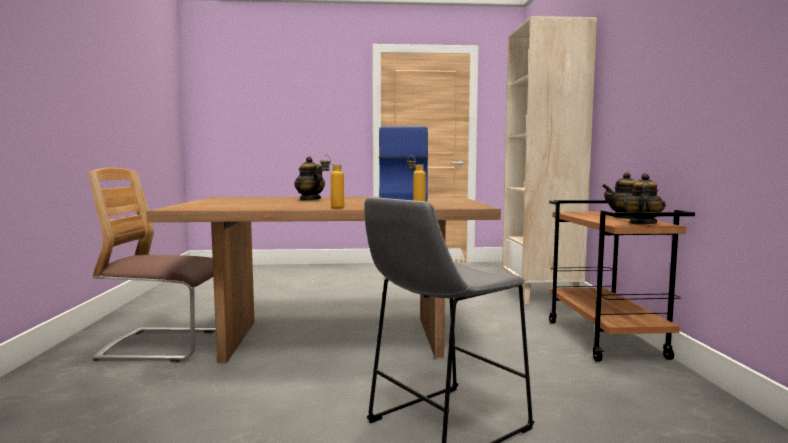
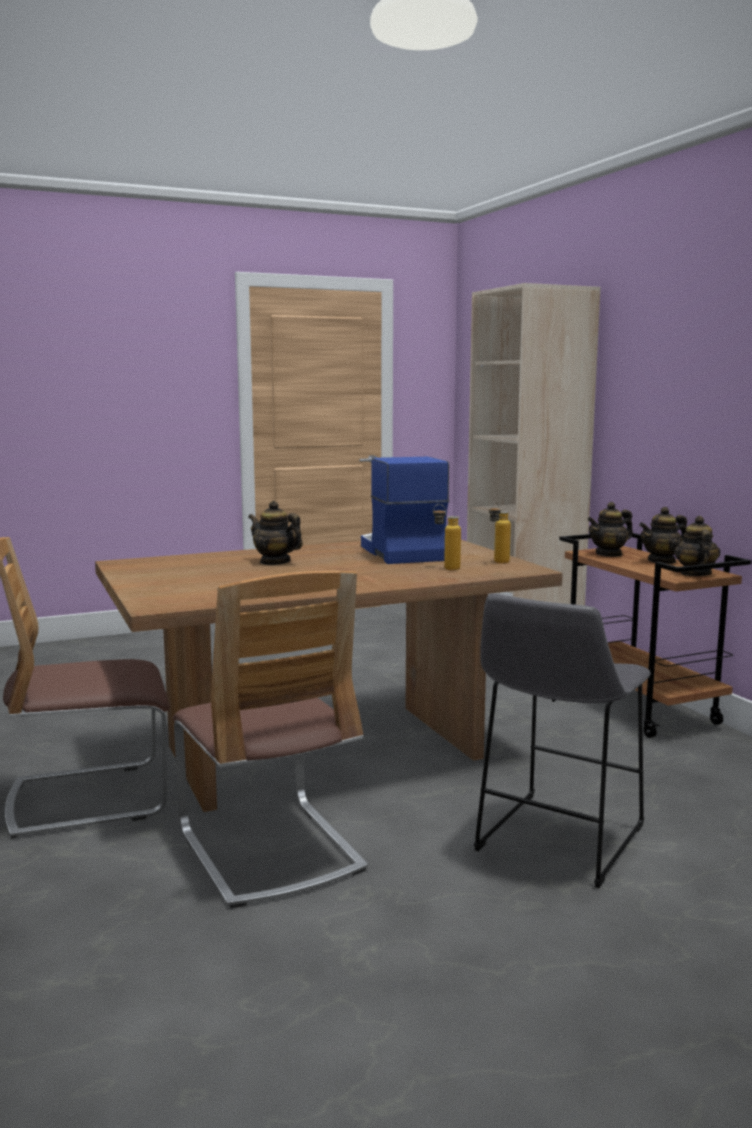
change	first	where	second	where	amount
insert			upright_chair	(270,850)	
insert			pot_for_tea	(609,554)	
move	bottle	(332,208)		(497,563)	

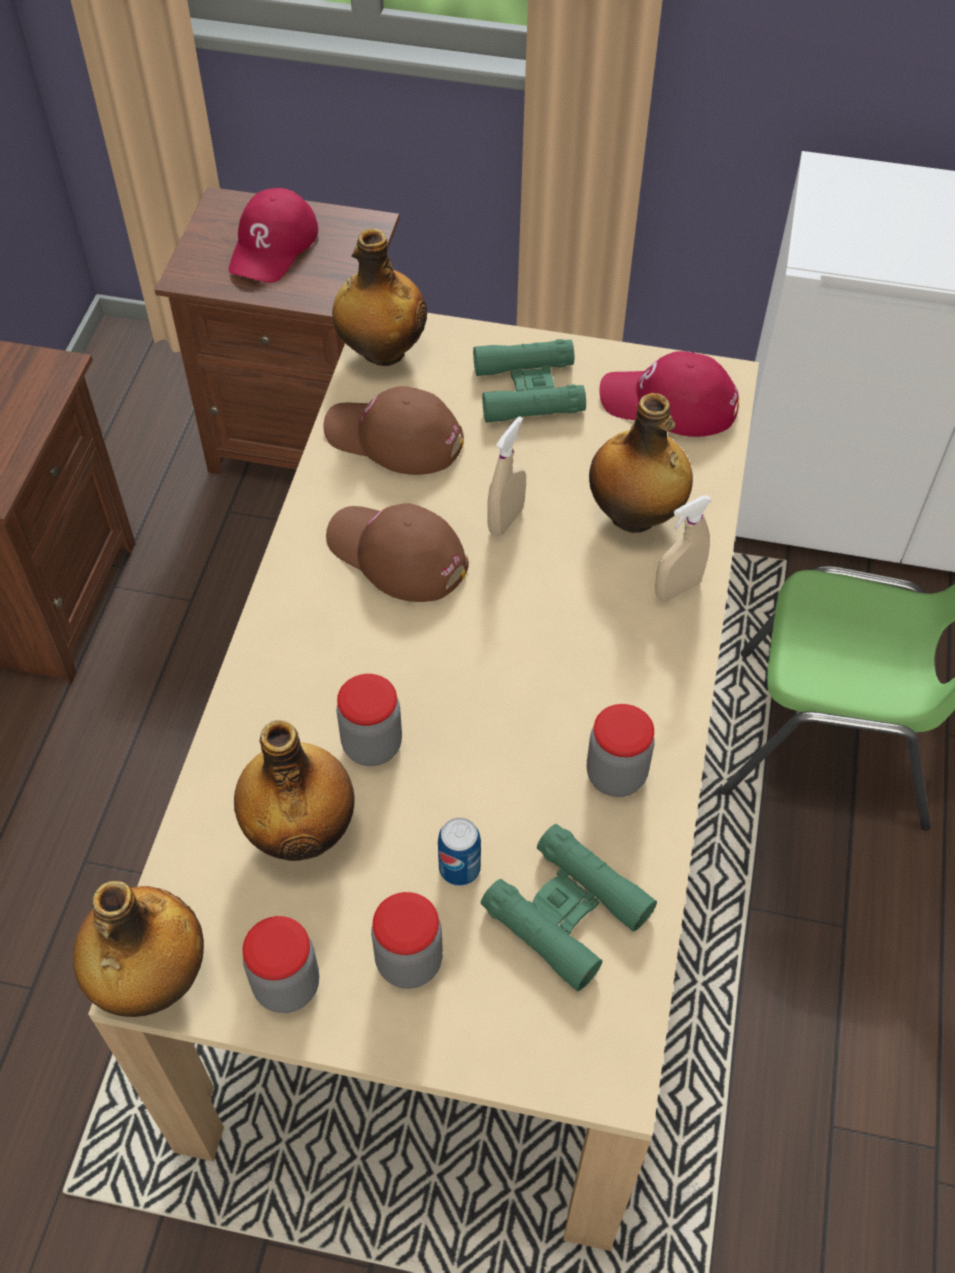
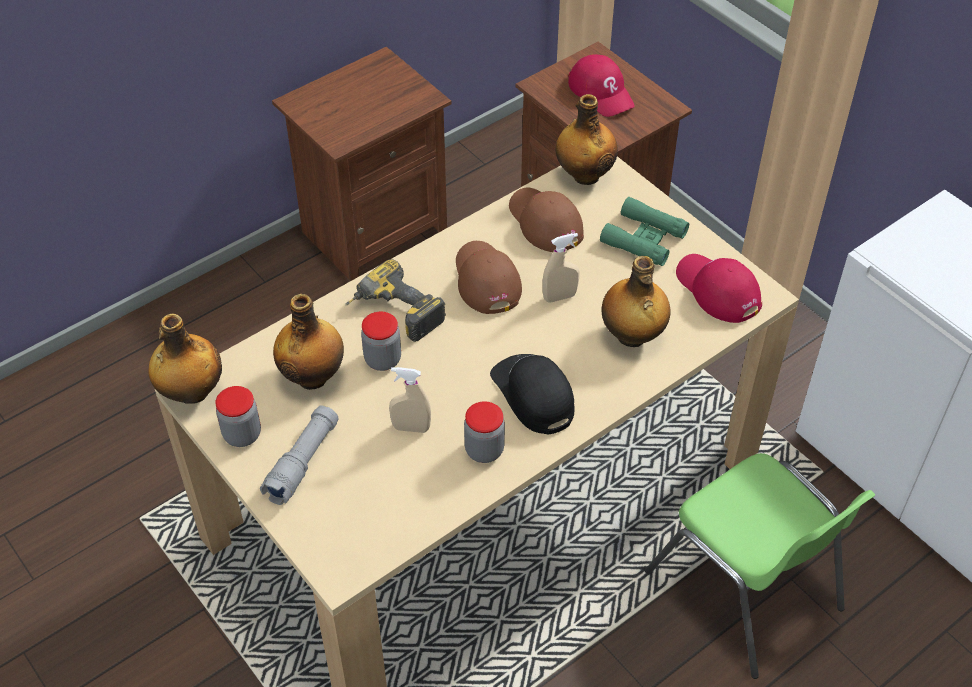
change	first	where	second	where	amount
delete	metal_can	(459,868)			
delete	green_pair_of_binoculars	(566,912)			
insert			power_drill	(393,314)	
insert			blackish_baseball_cap	(533,395)	
move	beige_sprayer	(677,589)		(411,428)	
replace	jar	(409,961)	grey_torch	(302,462)	
rotate	reddish_baseball_cap	(273,246)		(601,92)	90 degrees counterclockwise

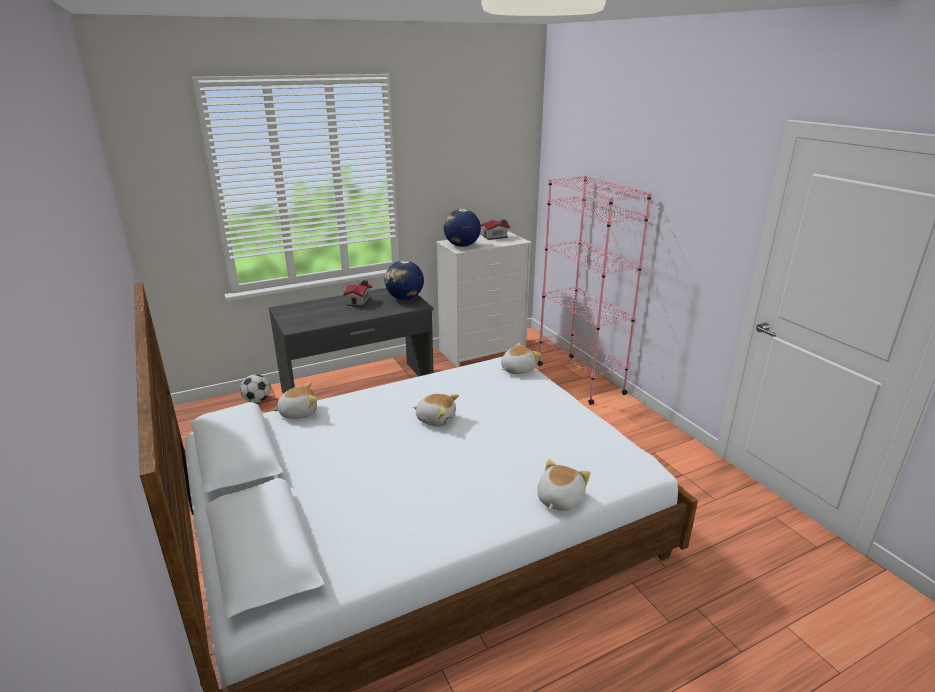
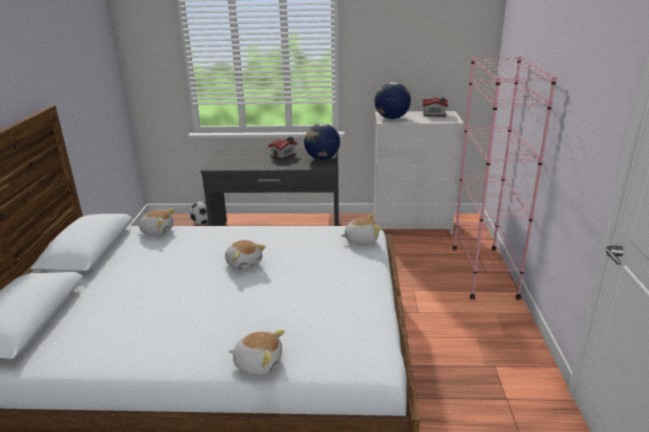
change	first	where	second	where	amount
rotate	plush_toy	(558,499)		(258,363)	45 degrees clockwise

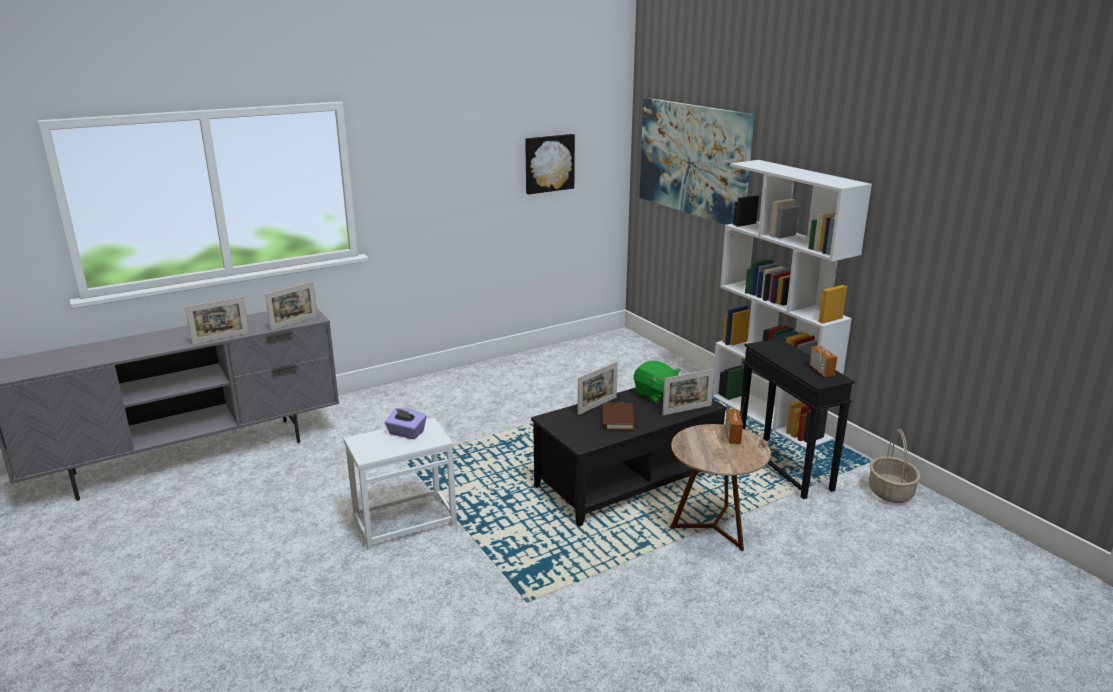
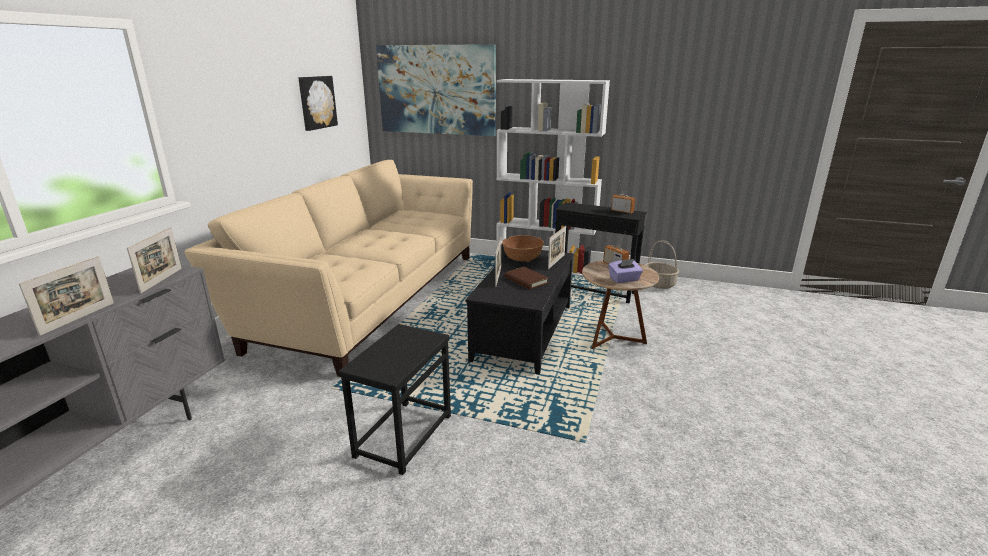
change	first	where	second	where	amount
insert			beige_couch	(369,296)	
move	purple-coloured_box_of_tissues	(406,433)		(624,279)	
replace	green_plush_toy	(656,395)	brownish_deep_dish	(522,259)	
recolor	whitish_side_table	(405,521)	blackish_side_table	(403,435)	

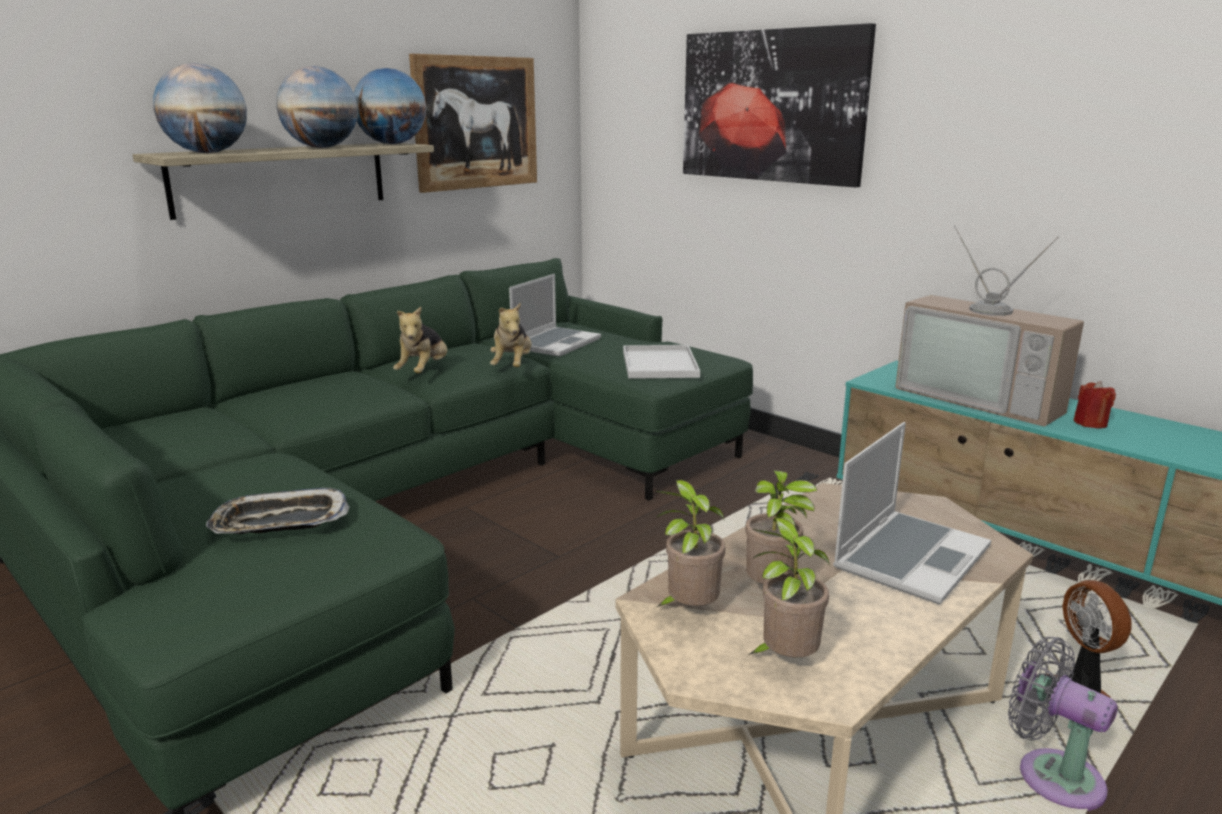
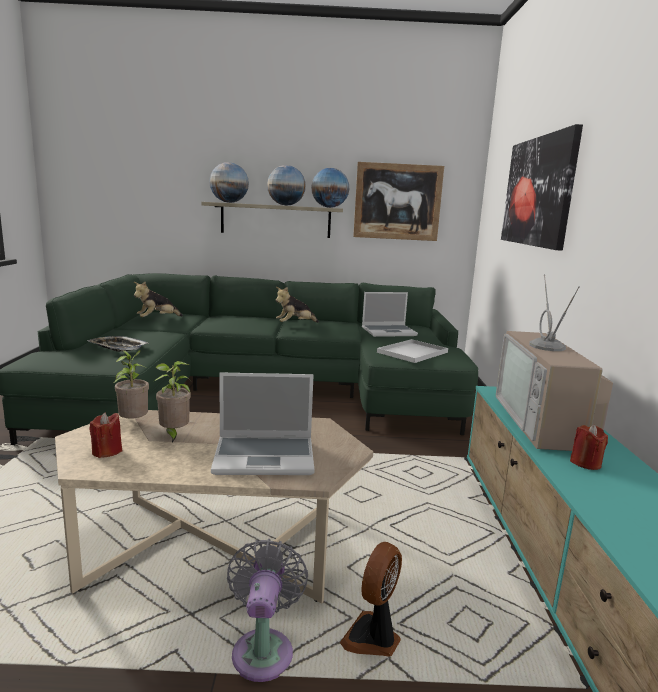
change	first	where	second	where	amount
move	plush_toy	(512,366)		(157,319)	
replace	potted_plant	(785,660)	reddish_candle	(107,451)	

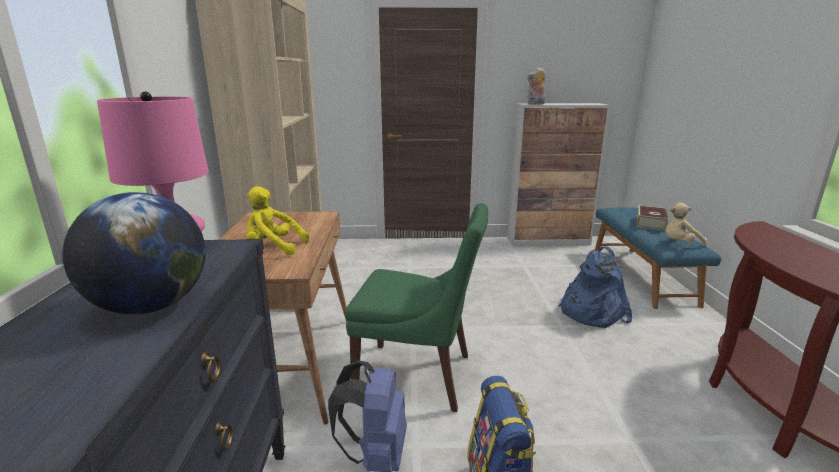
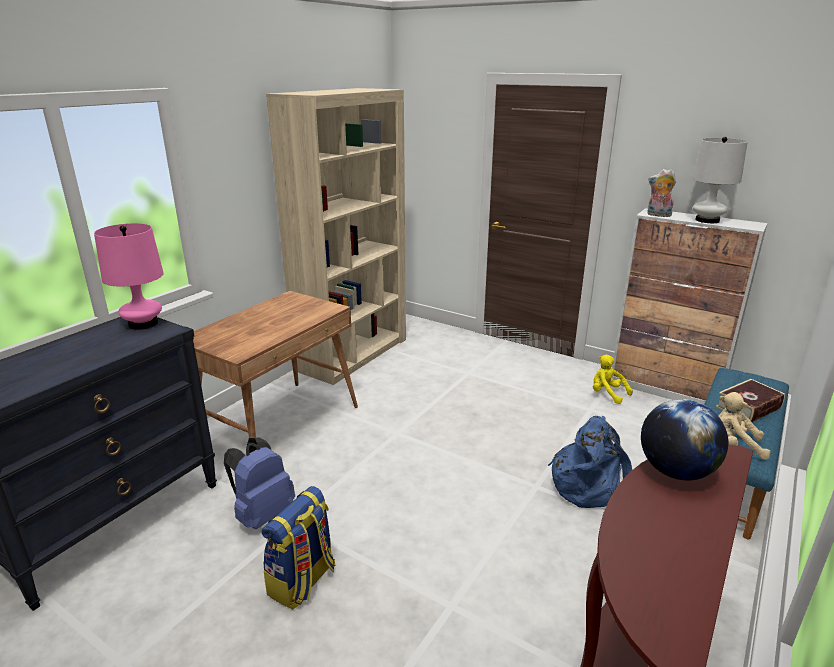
change	first	where	second	where	amount
delete	green_upright_chair	(418,376)			
insert			whitish_table_lamp	(707,220)	
move	world_globe	(151,306)		(675,471)	
move	yellowish_plush_toy	(273,248)		(607,394)	

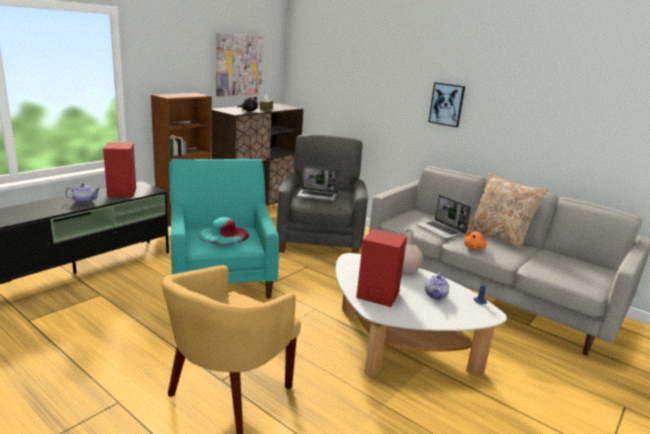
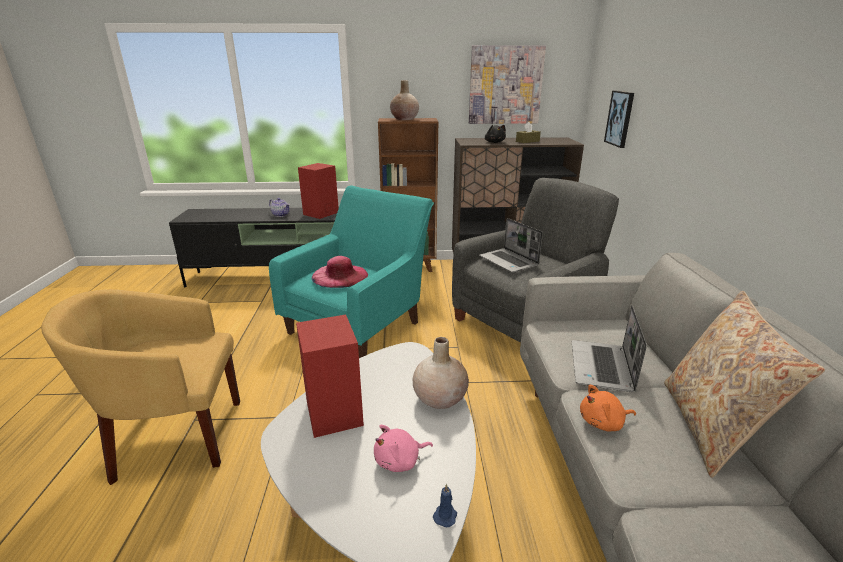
change	first	where	second	where	amount
insert			beige_flower_vase	(405,119)	
move	wall_art	(446,104)		(620,118)	
replace	pot_for_tea	(436,296)	pink_plush_toy	(400,461)	
recolor	blue-green_wearable_hat	(224,234)	pink_wearable_hat	(340,275)	

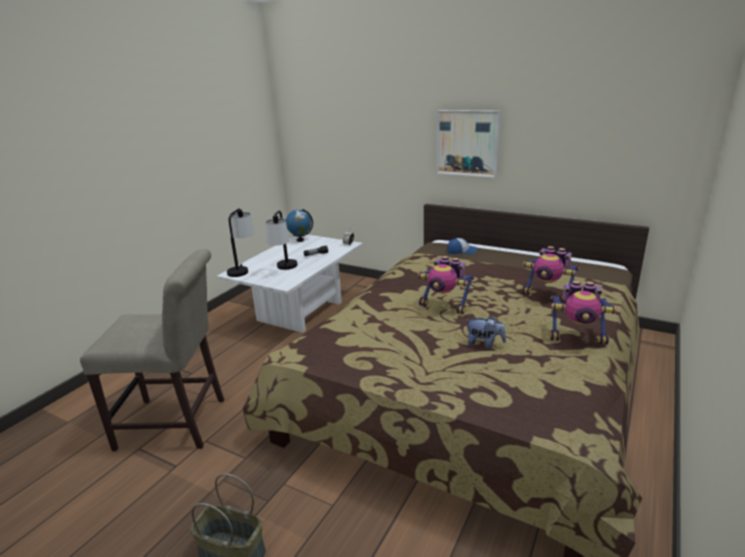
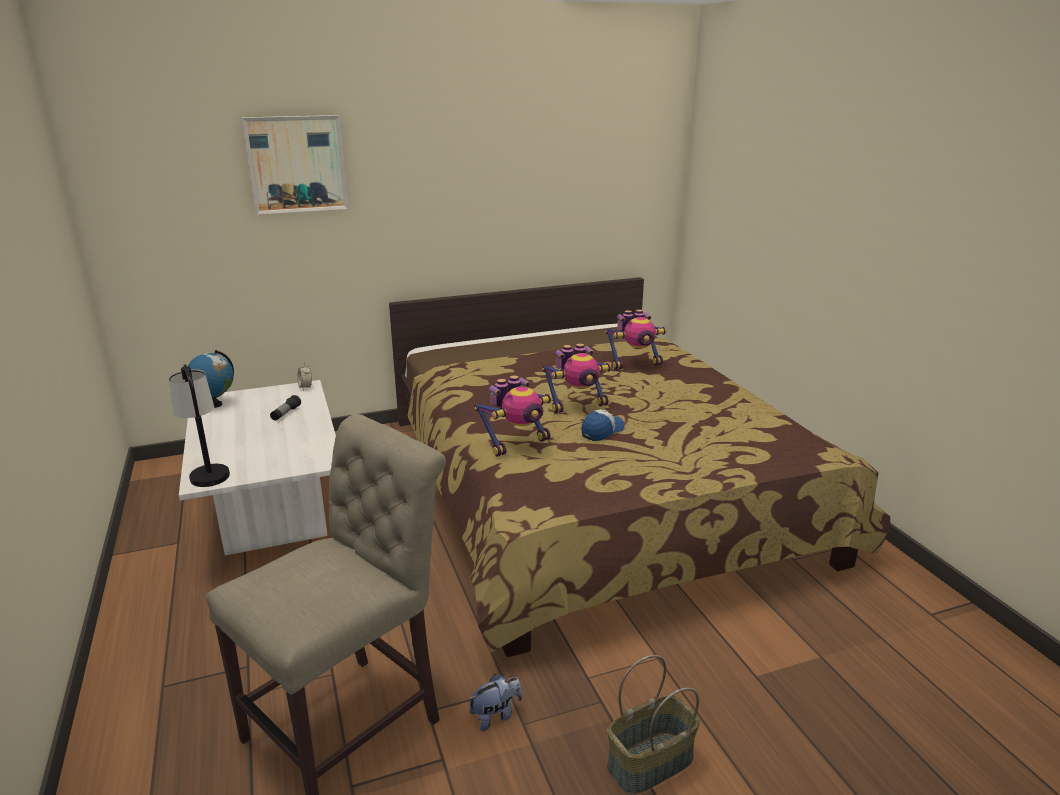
change	first	where	second	where	amount
delete	table_lamp	(285,269)			
move	wall_art	(467,143)		(297,164)	
move	baseball_cap	(461,252)		(602,431)	
move	plush_toy	(484,344)		(496,715)	
move	toy_robot	(577,337)		(517,443)	

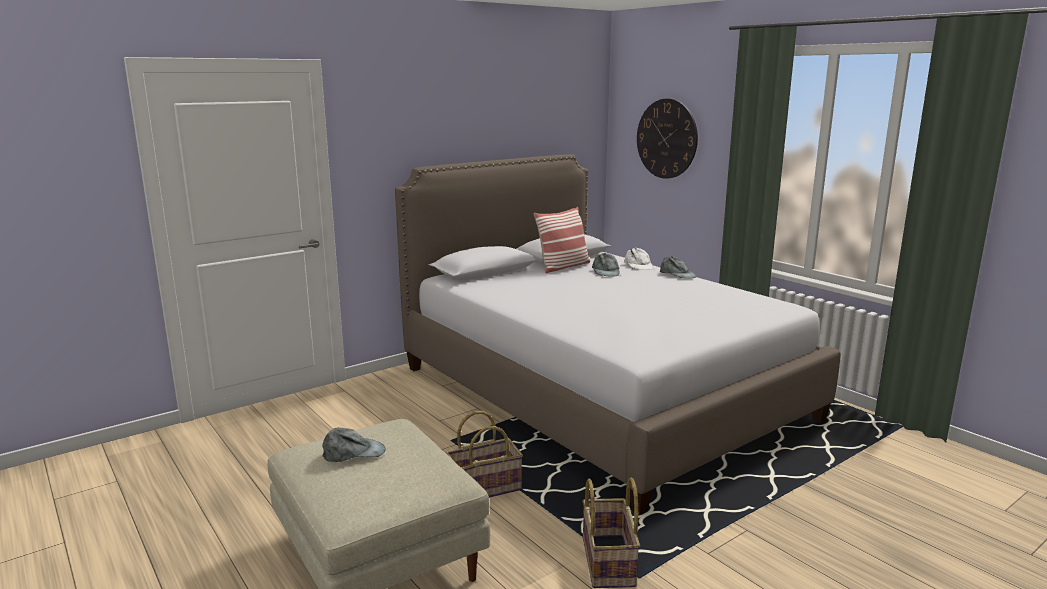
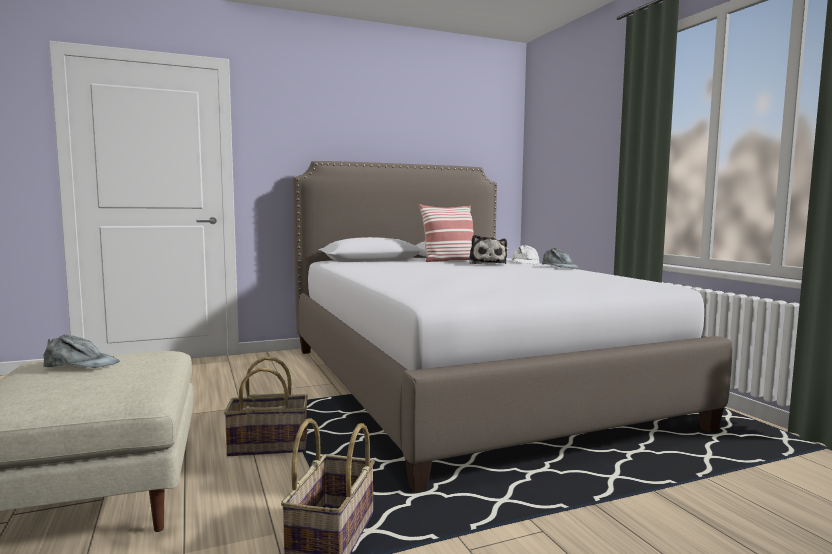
change	first	where	second	where	amount
delete	hanging_clock	(666,138)			
replace	grey_baseball_cap	(605,271)	plush_toy	(487,263)	

